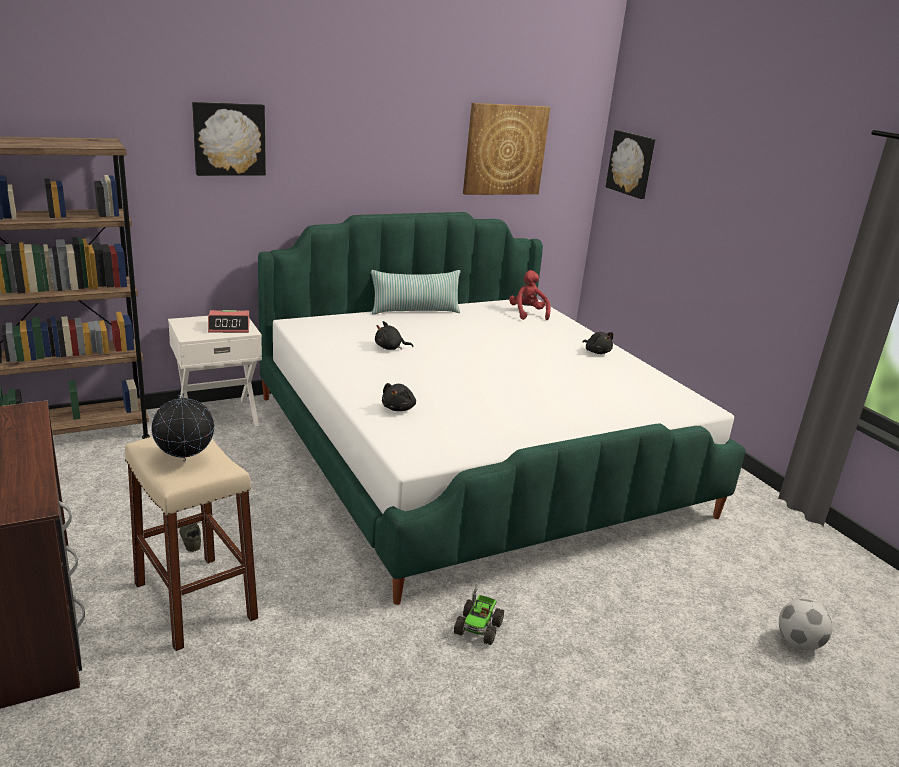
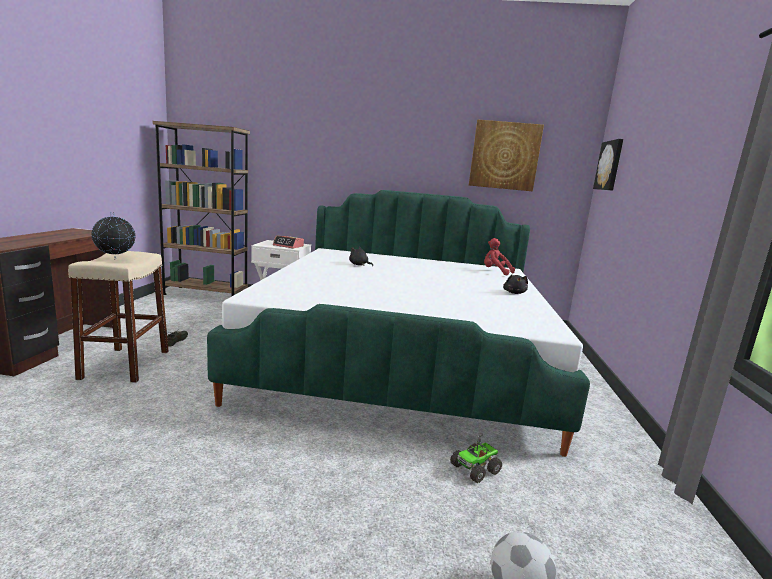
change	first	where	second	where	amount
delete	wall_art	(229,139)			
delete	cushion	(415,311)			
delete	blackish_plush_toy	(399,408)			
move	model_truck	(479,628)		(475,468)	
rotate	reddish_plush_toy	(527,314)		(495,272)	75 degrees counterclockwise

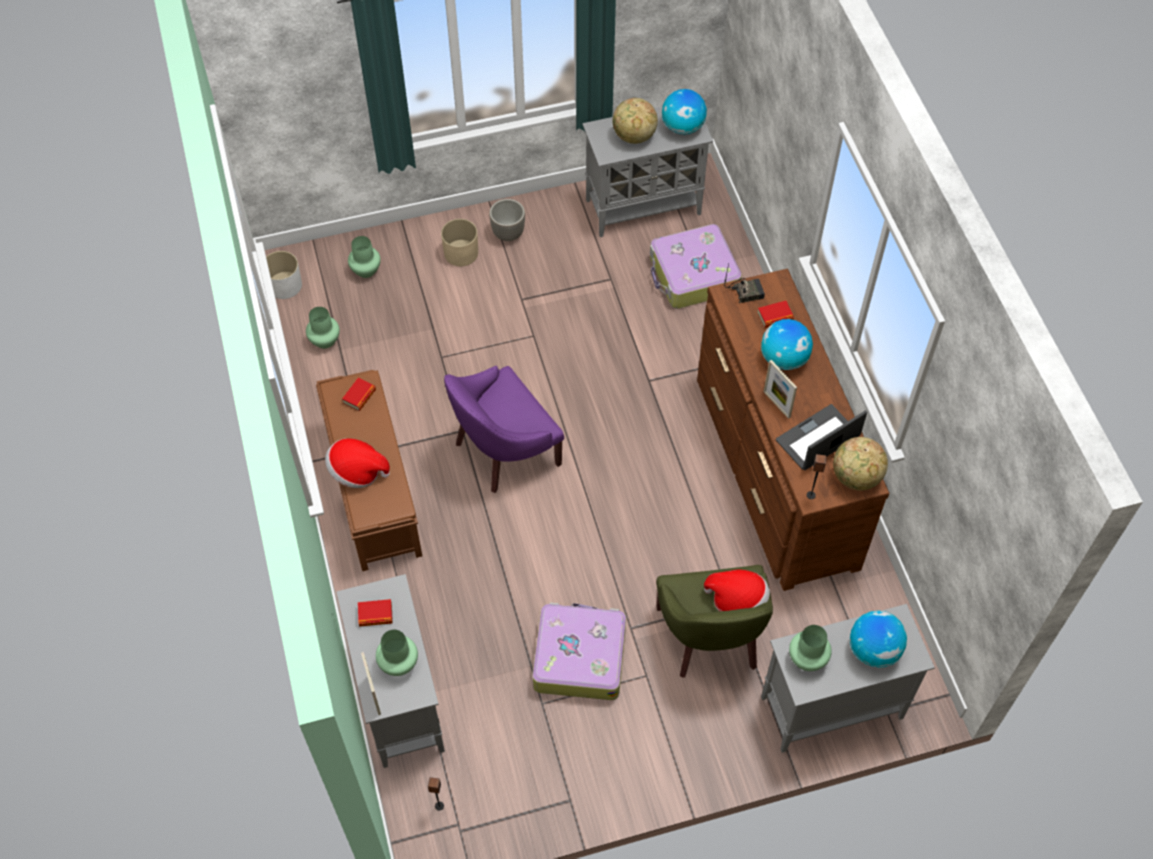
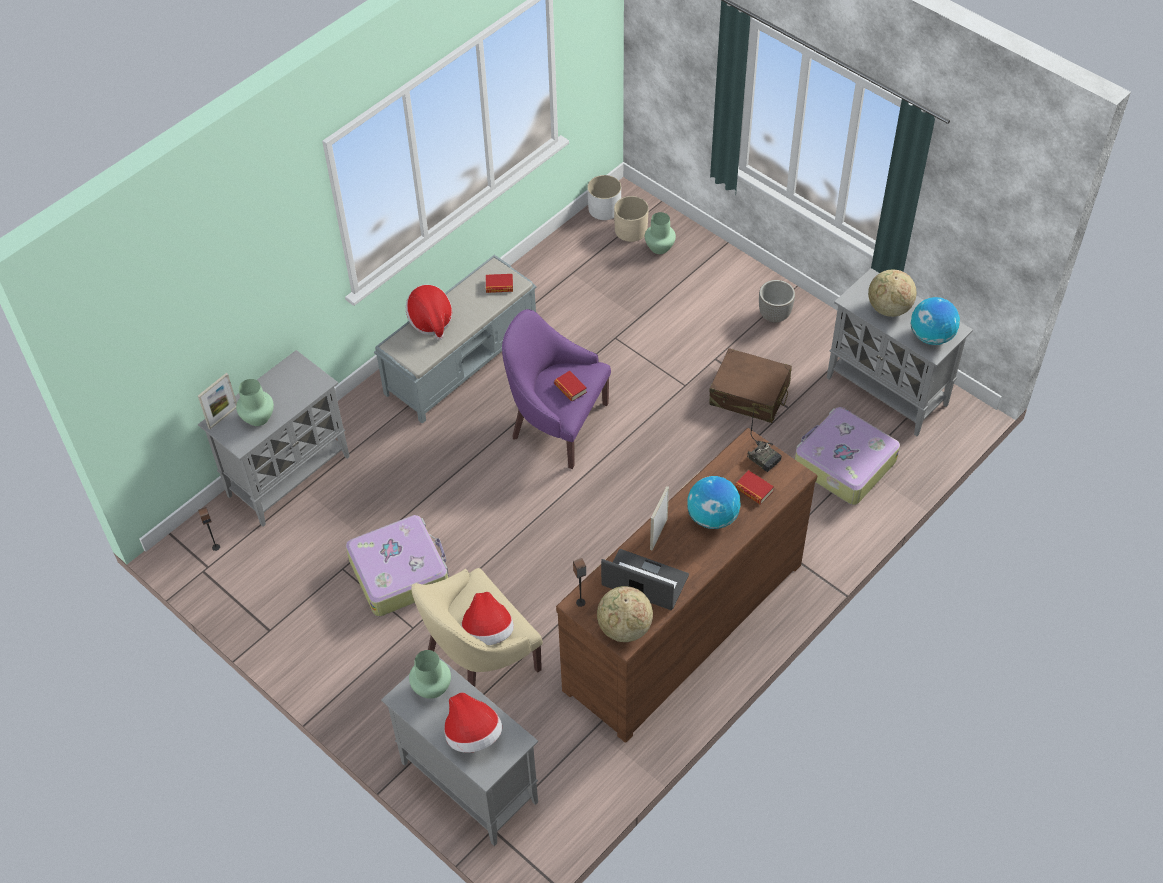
change	first	where	second	where	amount
delete	green_flower_vase	(324,340)			
insert			brownish_suitcase	(749,394)	
move	book	(375,615)		(570,388)	
move	beige_plant_pot	(461,253)		(631,230)	
replace	world_globe	(873,649)	wearable_hat	(473,734)	
recolor	brownish_bench	(373,487)	grey_bench	(462,360)	
recolor	green_lounge_chair	(712,638)	beige_lounge_chair	(478,658)	

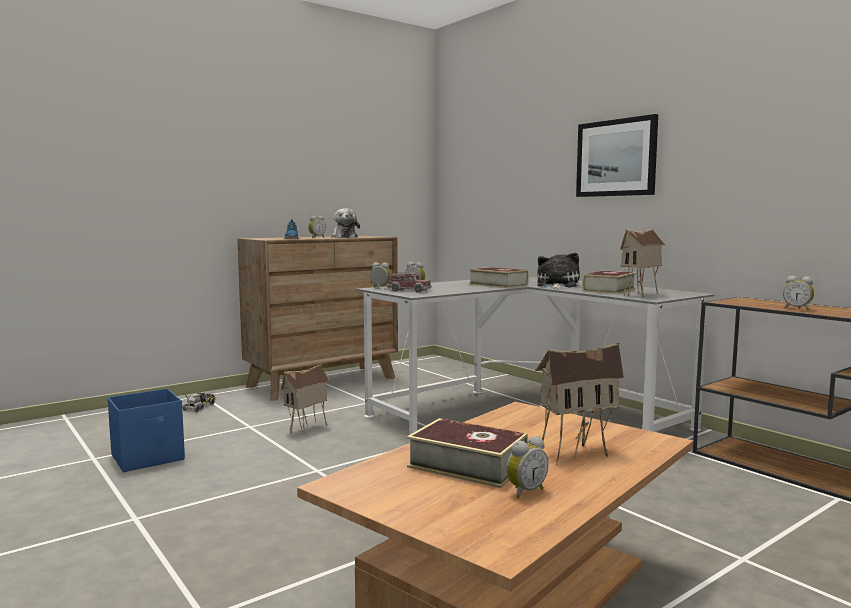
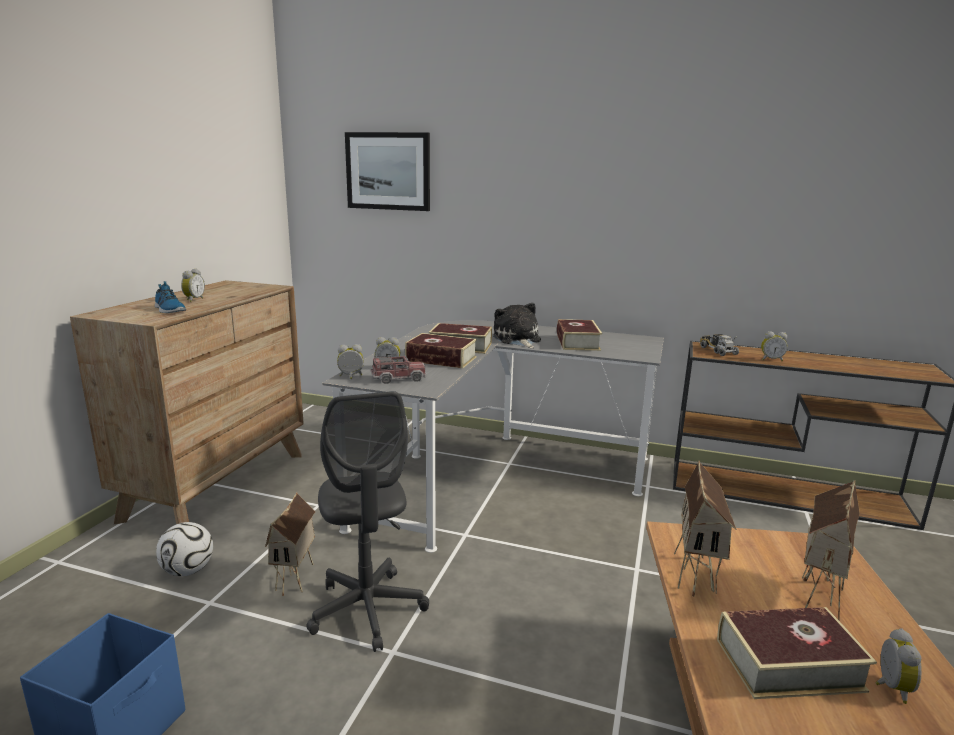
change	first	where	second	where	amount
delete	plush_toy	(344,237)			
insert			football	(188,570)	
insert			grey_computer_chair	(367,609)	
insert			book	(441,359)	
move	model_truck	(200,407)		(717,350)	
move	wall_art	(616,158)		(388,171)	
move	miniature_house	(641,295)		(696,577)	

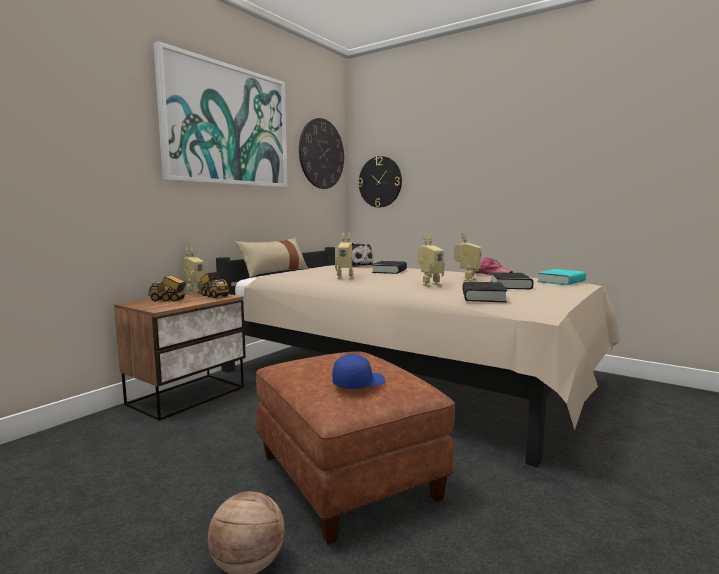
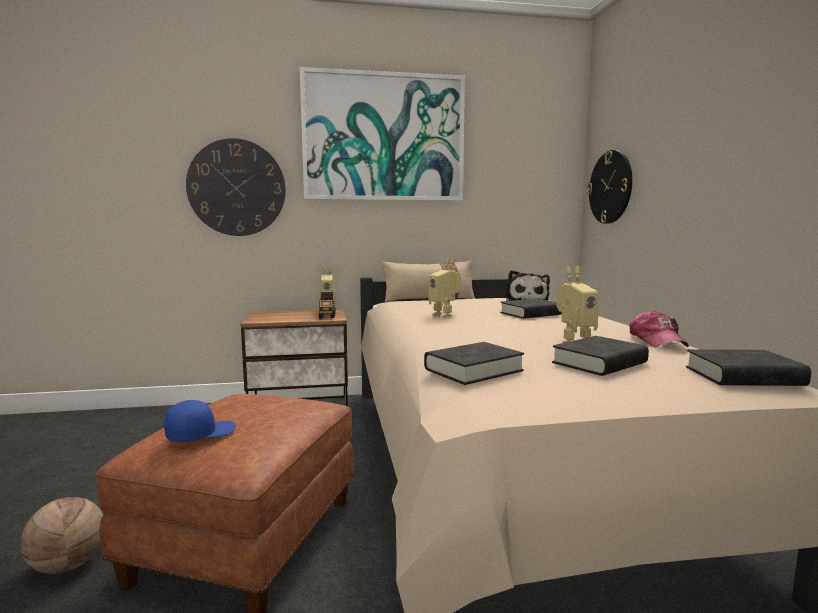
change	first	where	second	where	amount
delete	model_truck	(169,300)			
delete	toy_robot	(429,285)			
move	hanging_clock	(321,154)		(237,188)	
recolor	blue-green_book	(561,281)	blackish_book	(743,376)	
rotate	blue-coloured_baseball_cap	(358,383)		(201,434)	45 degrees counterclockwise

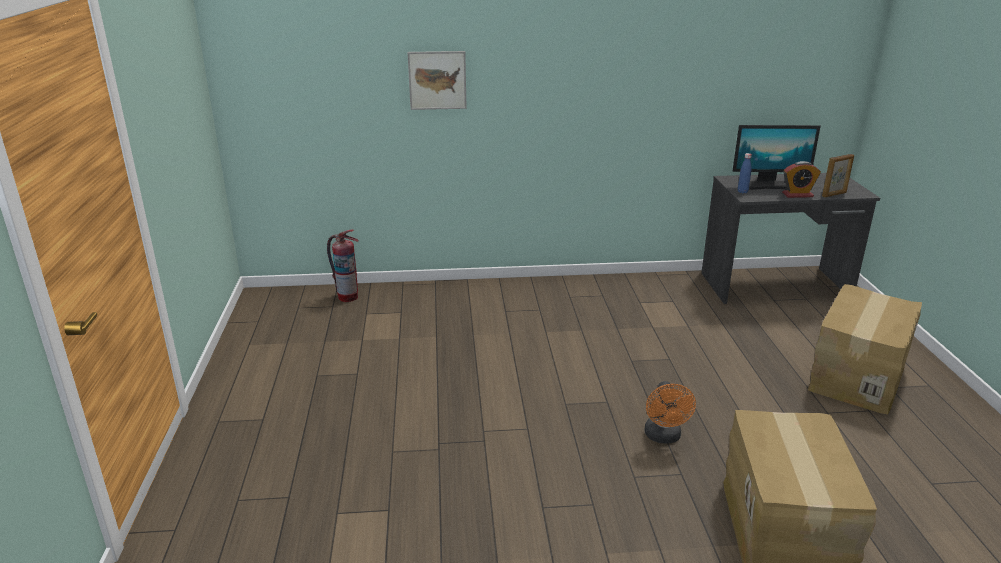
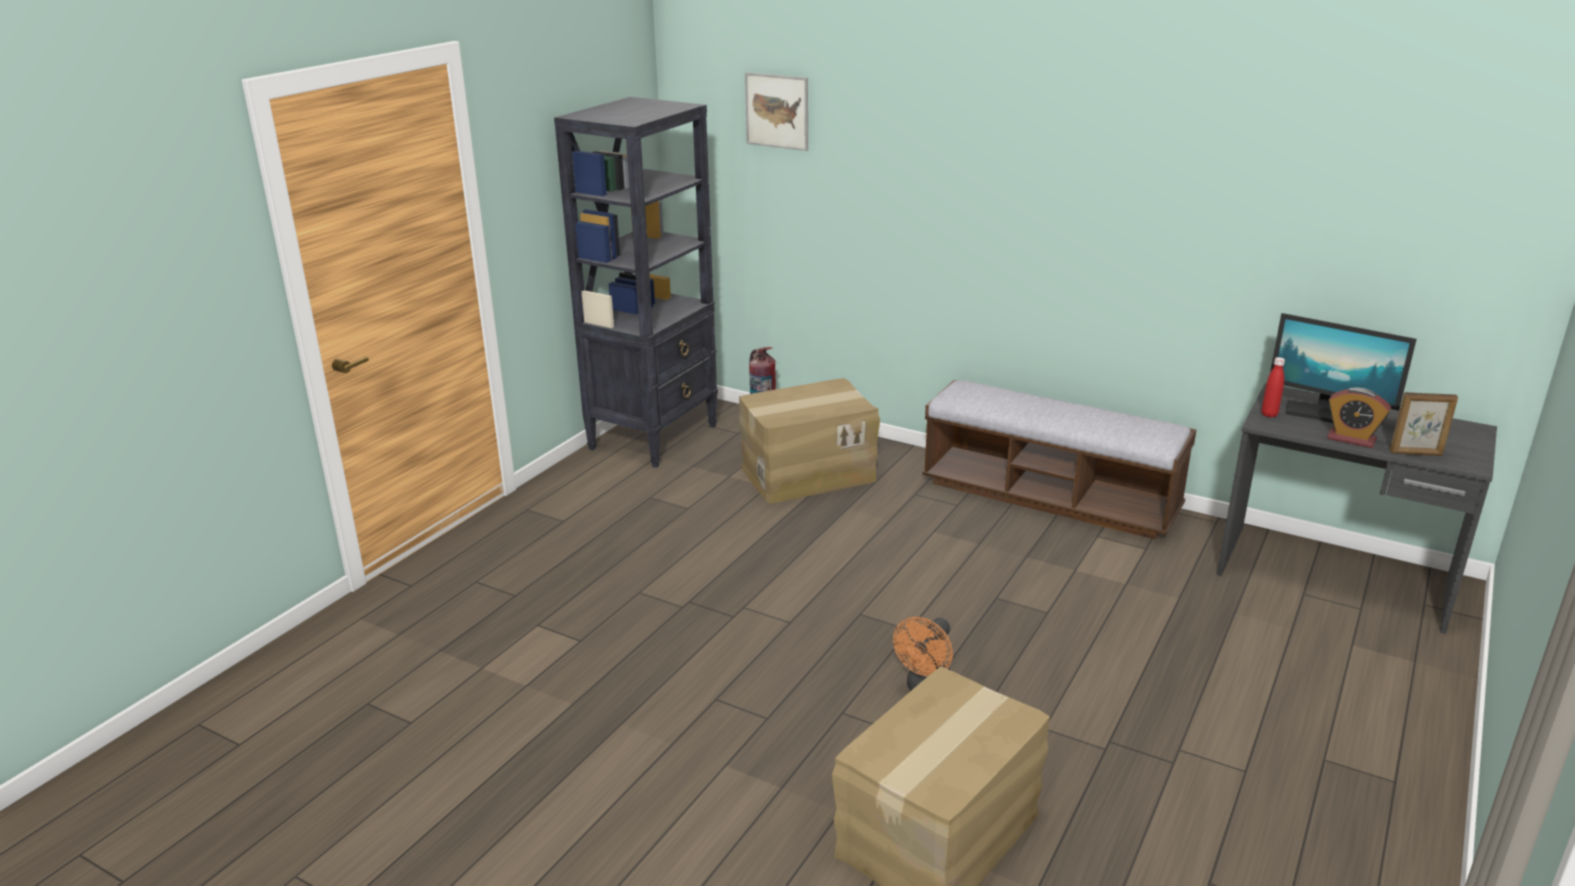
change	first	where	second	where	amount
insert			blackish_bookcase	(654,437)	
insert			bench	(1049,497)	
move	wall_art	(437,80)		(777,111)	
move	cardboard_box	(855,376)		(807,473)	
recolor	blue-coloured_bottle	(742,192)	reddish_bottle	(1269,414)	

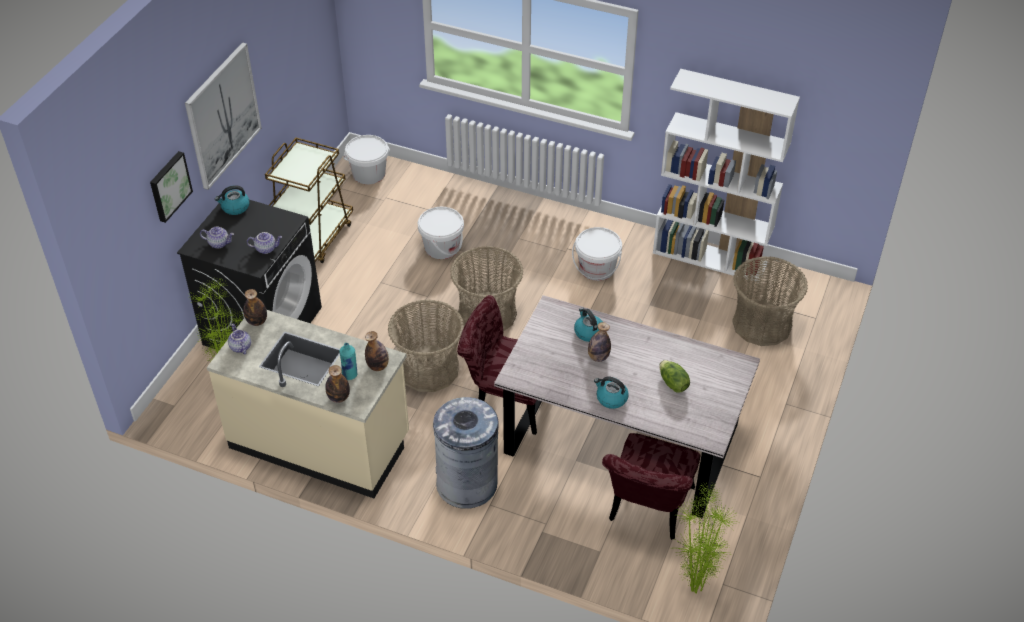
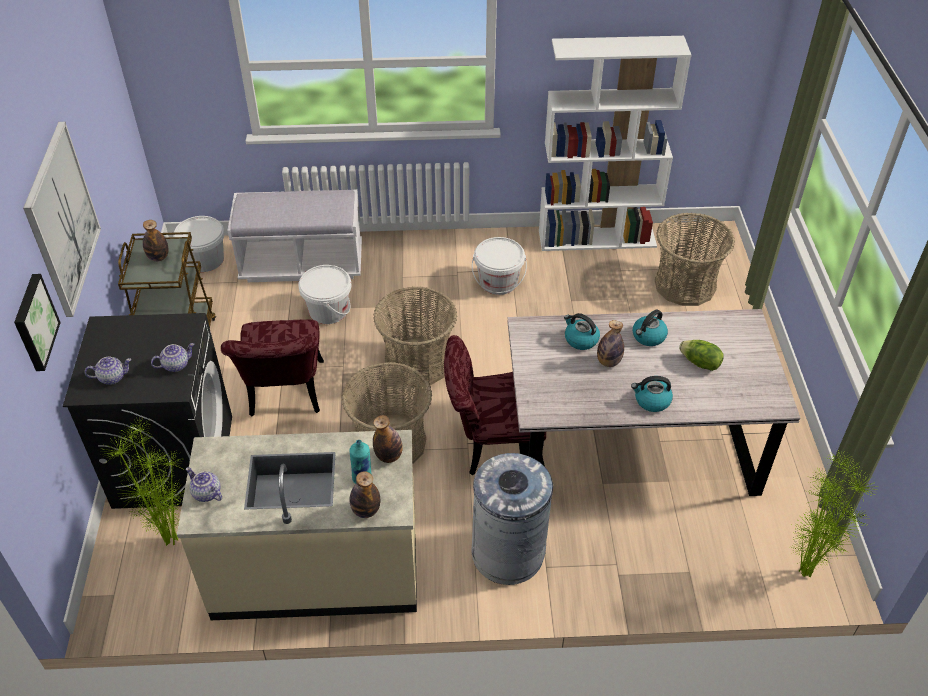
change	first	where	second	where	amount
insert			whitish_bench	(302,264)	
move	kettle	(235,207)		(648,337)	
move	bottle	(257,321)		(158,257)	
move	reddish_upright_chair	(648,511)		(285,396)	

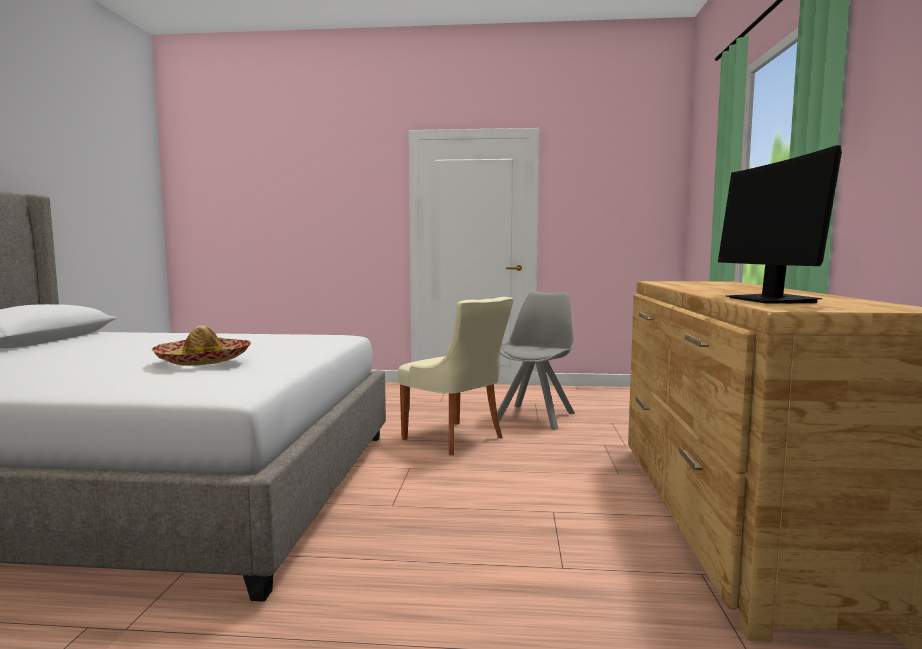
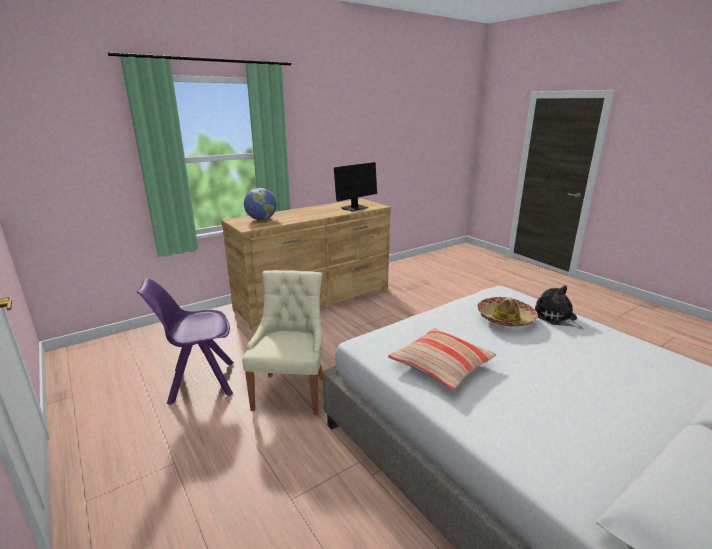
change	first	where	second	where	amount
insert			world_globe	(261,219)	
insert			cushion	(441,365)	
insert			plush_toy	(556,317)	
recolor	grey_upright_chair	(536,416)	purple-coloured_upright_chair	(200,382)	

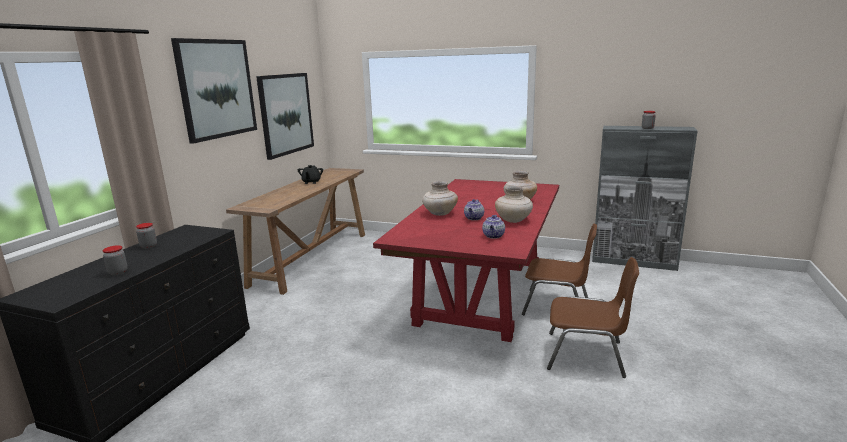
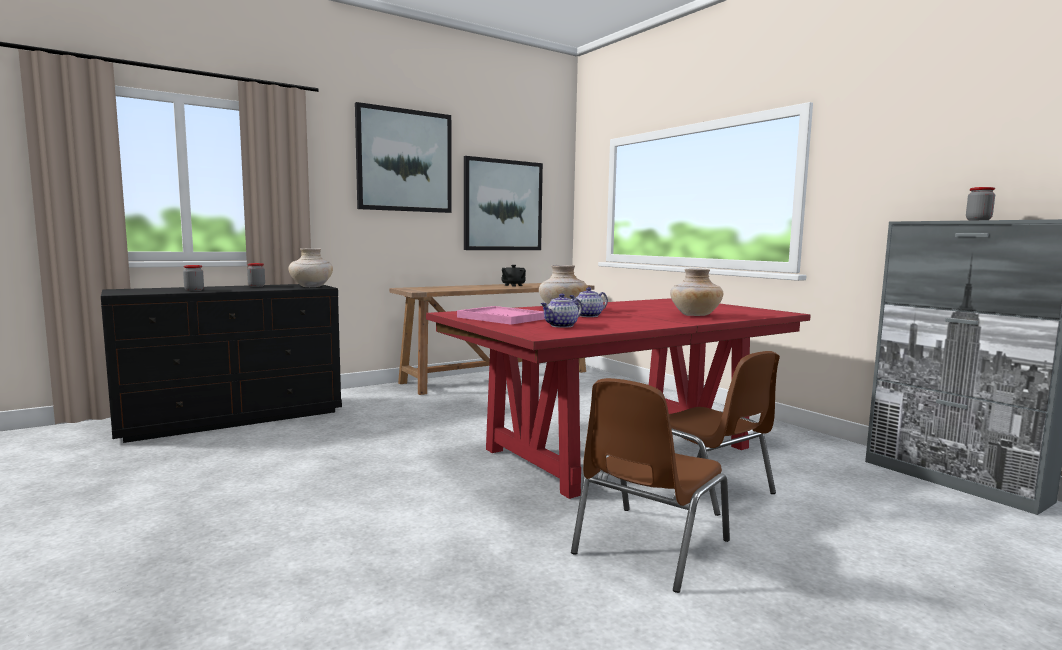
change	first	where	second	where	amount
insert			pink_serving_tray	(502,318)	
move	beige_flower_vase	(513,220)		(311,286)	
rotate	brownish_upright_chair	(586,355)		(648,547)	75 degrees clockwise

